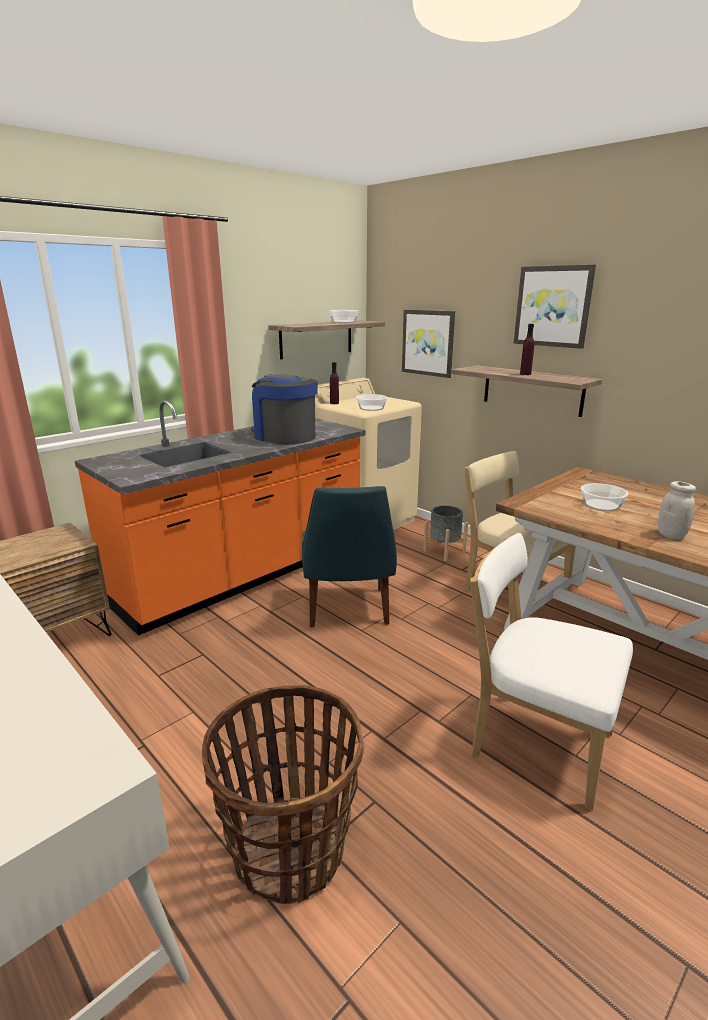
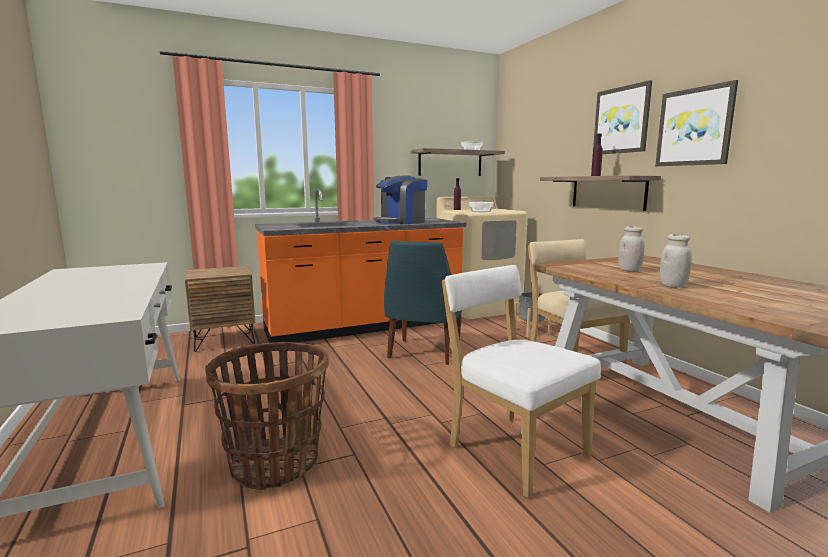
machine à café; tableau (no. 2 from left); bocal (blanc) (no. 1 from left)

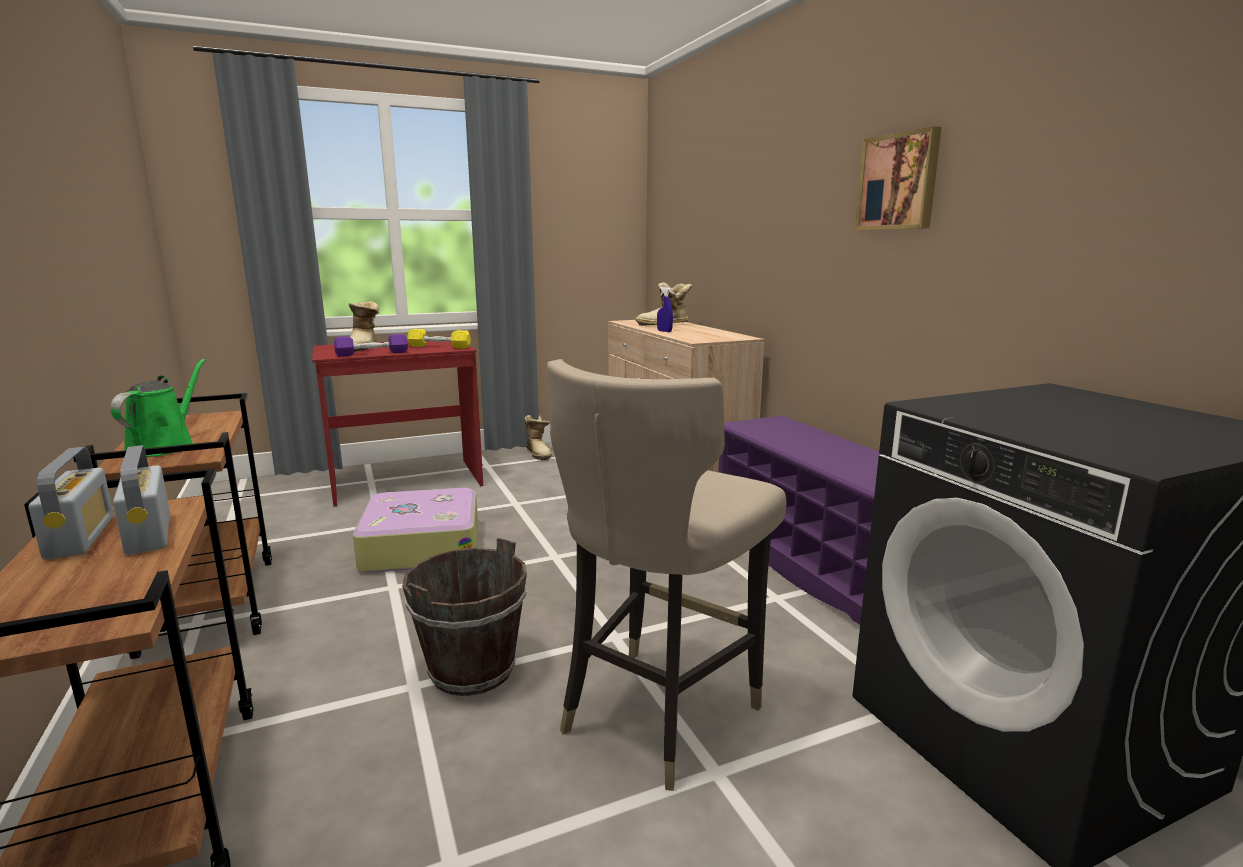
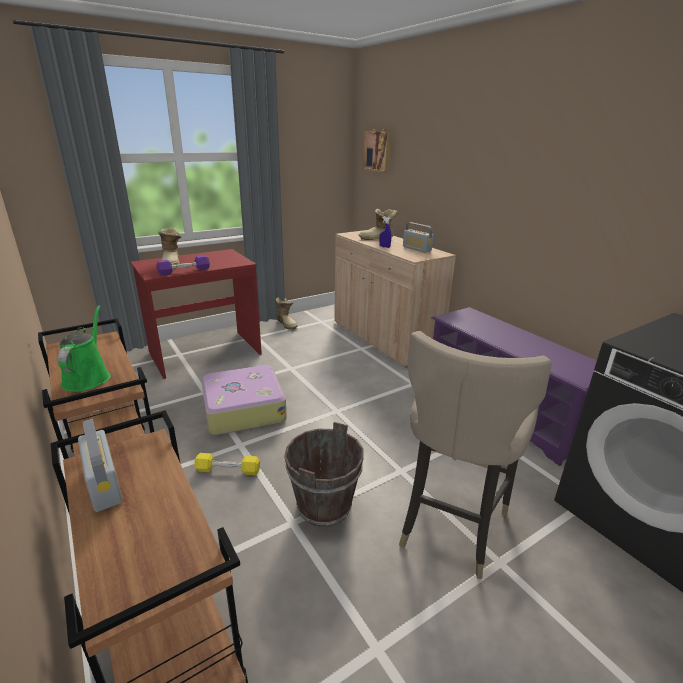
radio (no. 2 from left); haltère (jaune); tableau

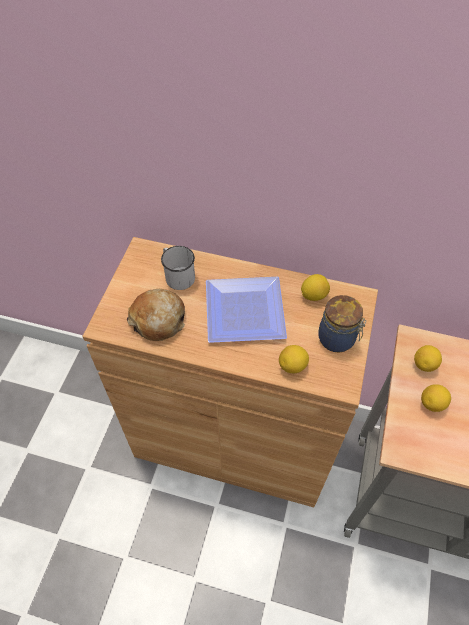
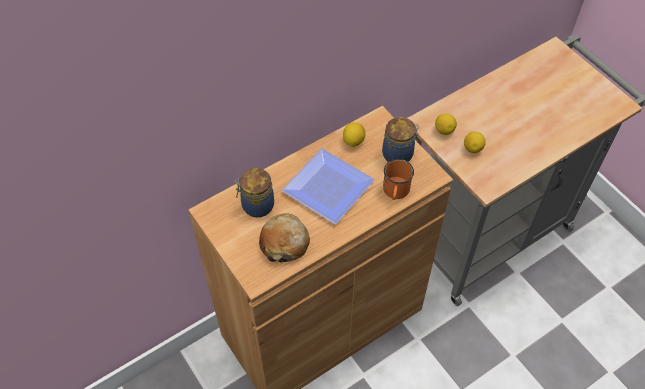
bocal (no. 1 from left); mug (orange)

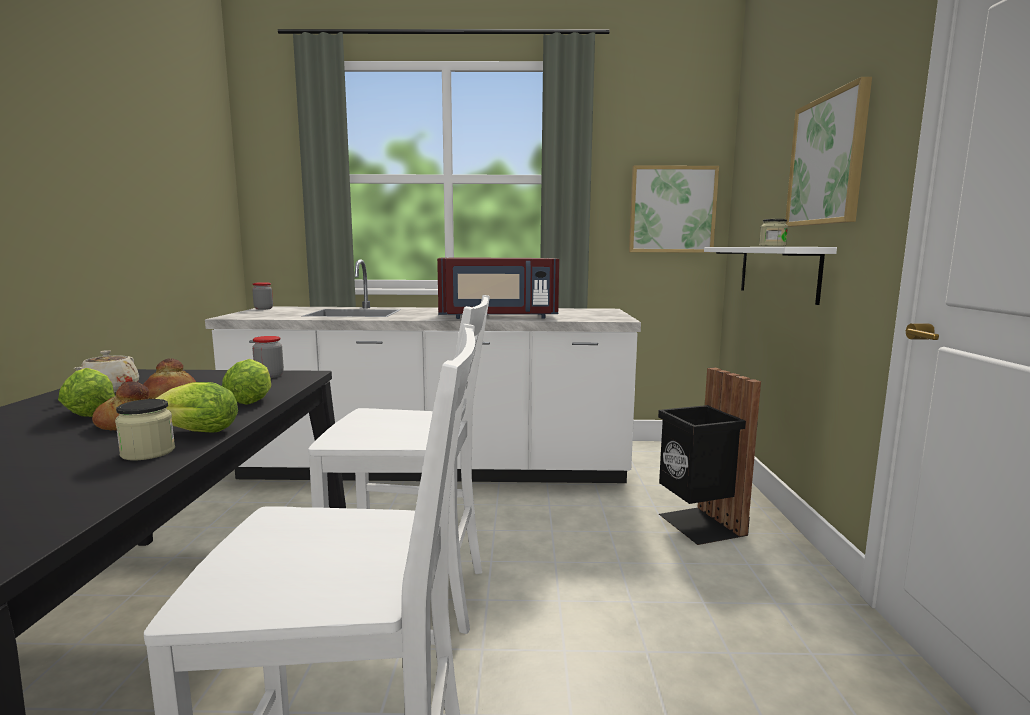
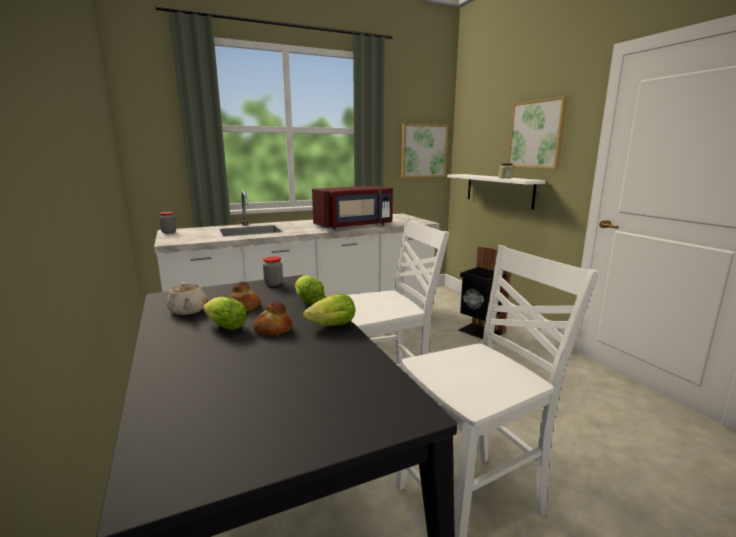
bocal (no. 1 from left in the first image)

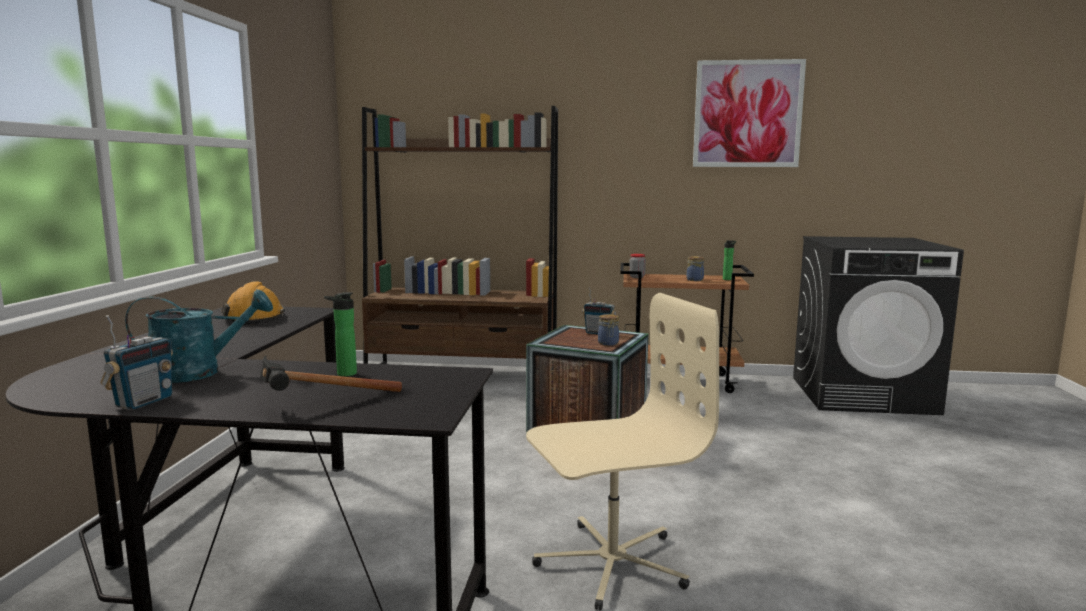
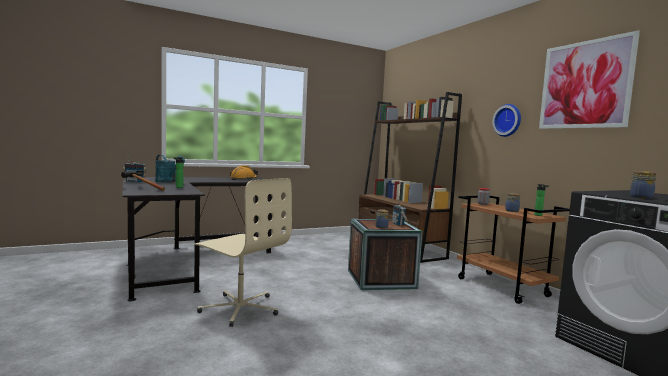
horloge murale; bocal (no. 4 from left)

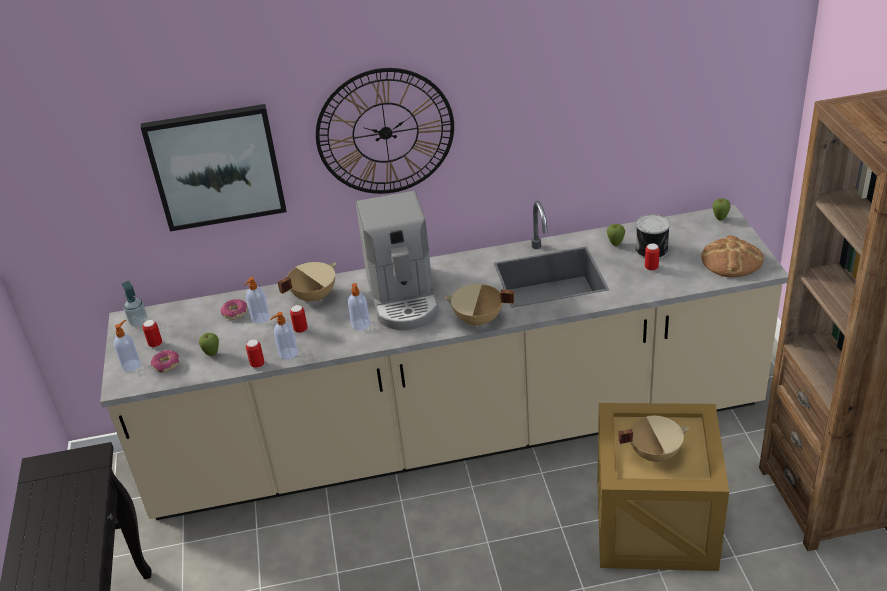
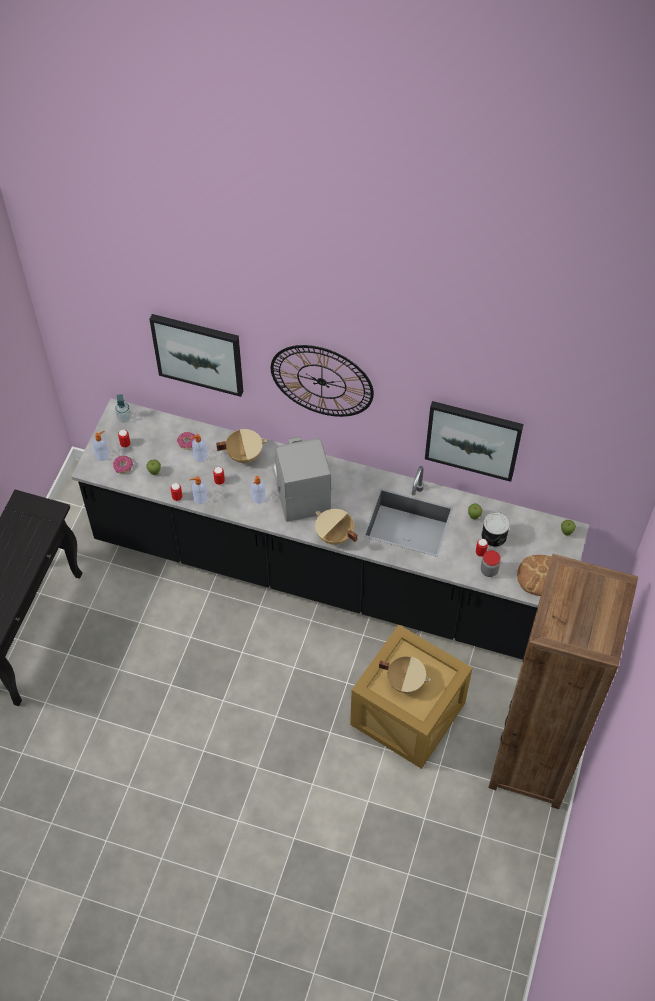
comptoir de cuisine (noir); machine à café; tableau (no. 2 from left); bocal

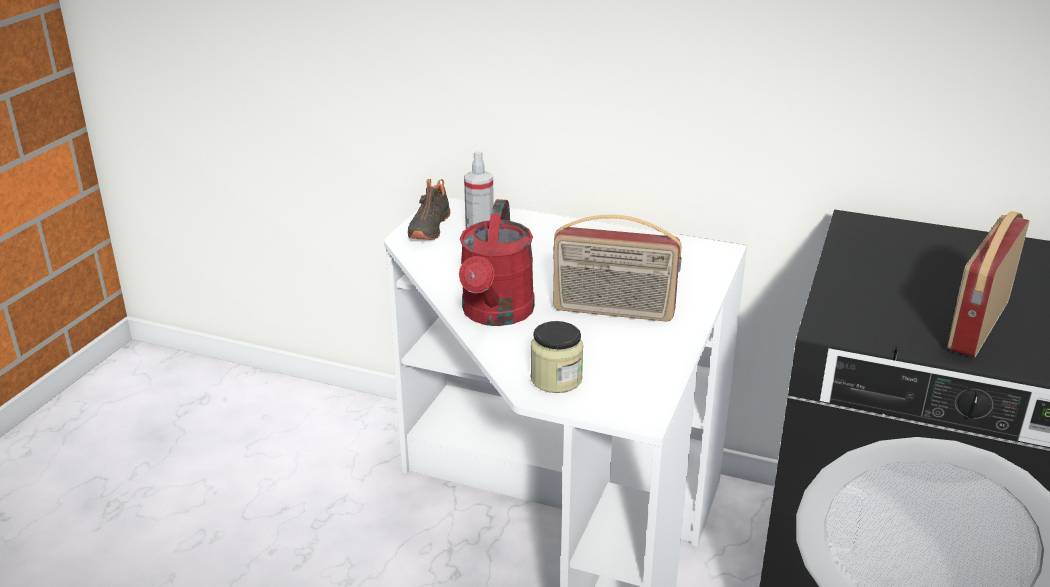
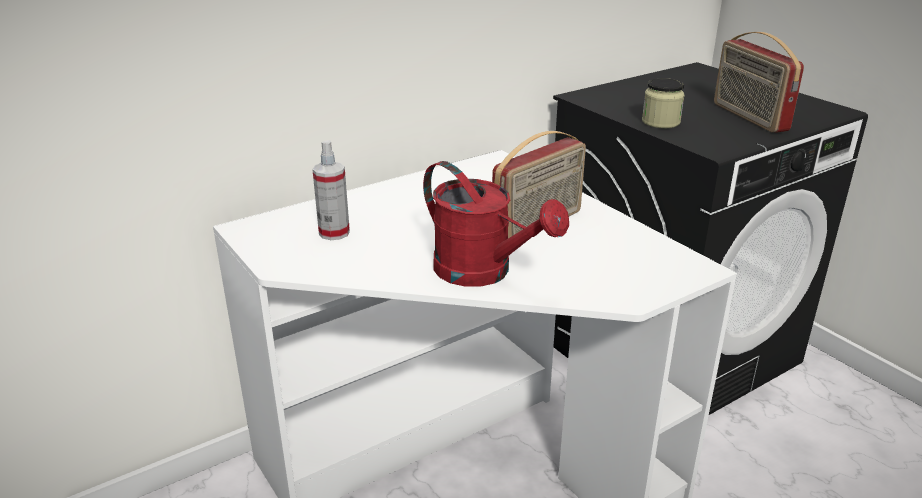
chaussure (noir); bocal

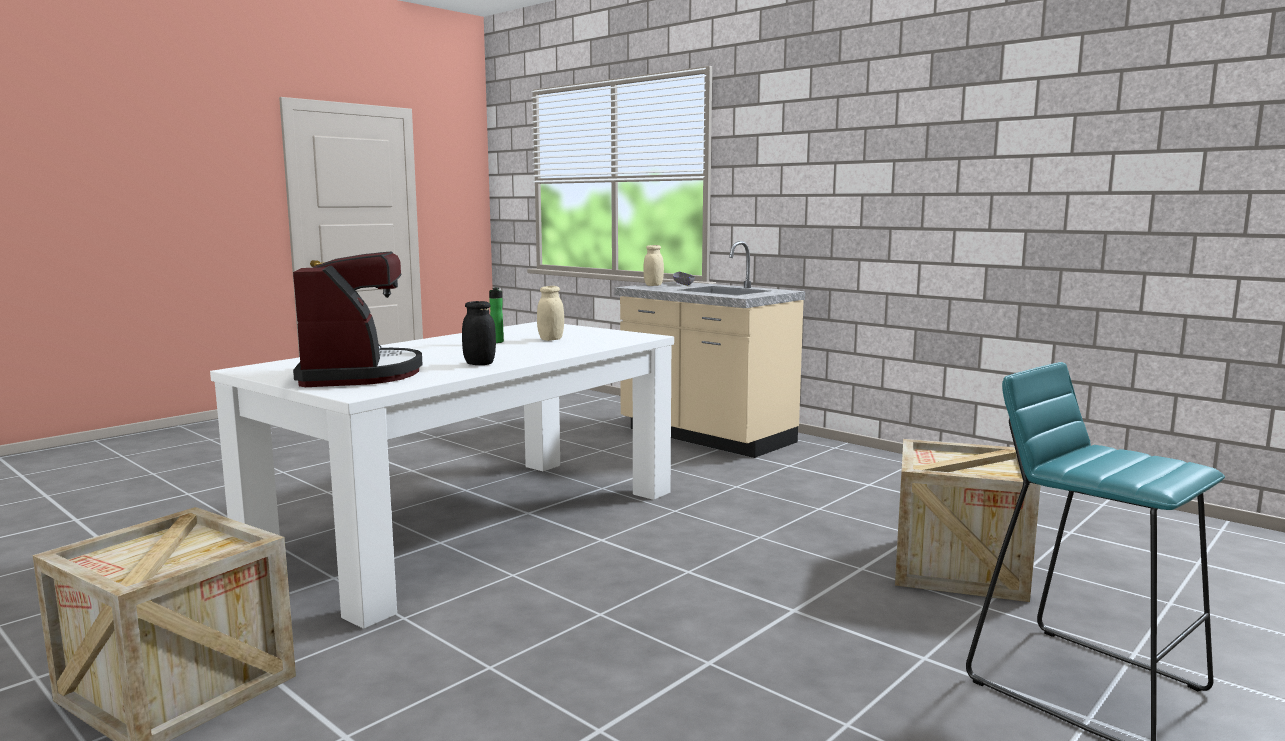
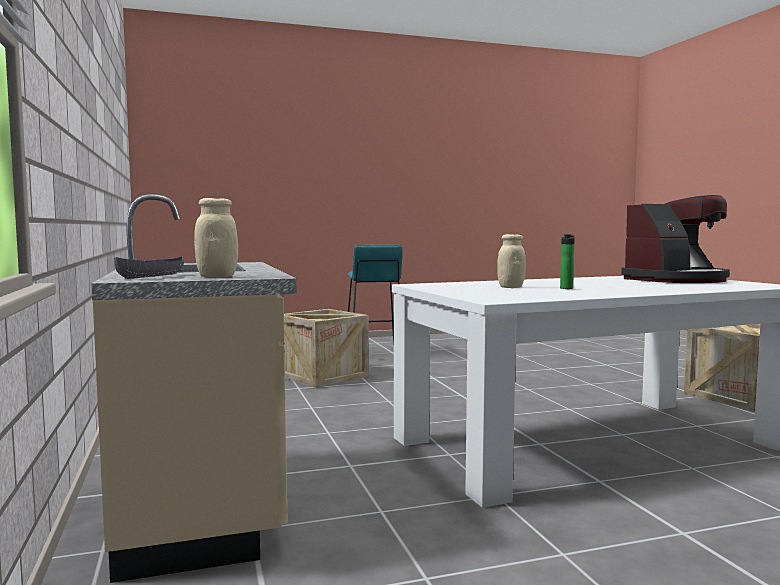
machine à café; bocal (noir)

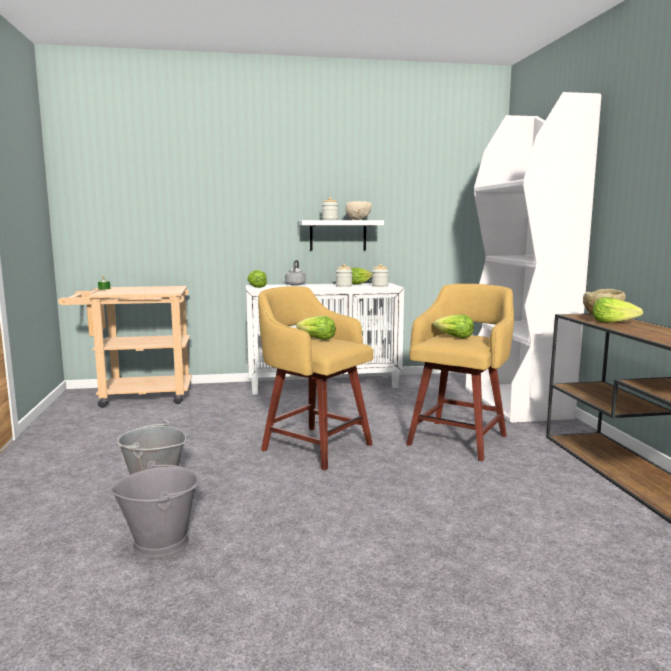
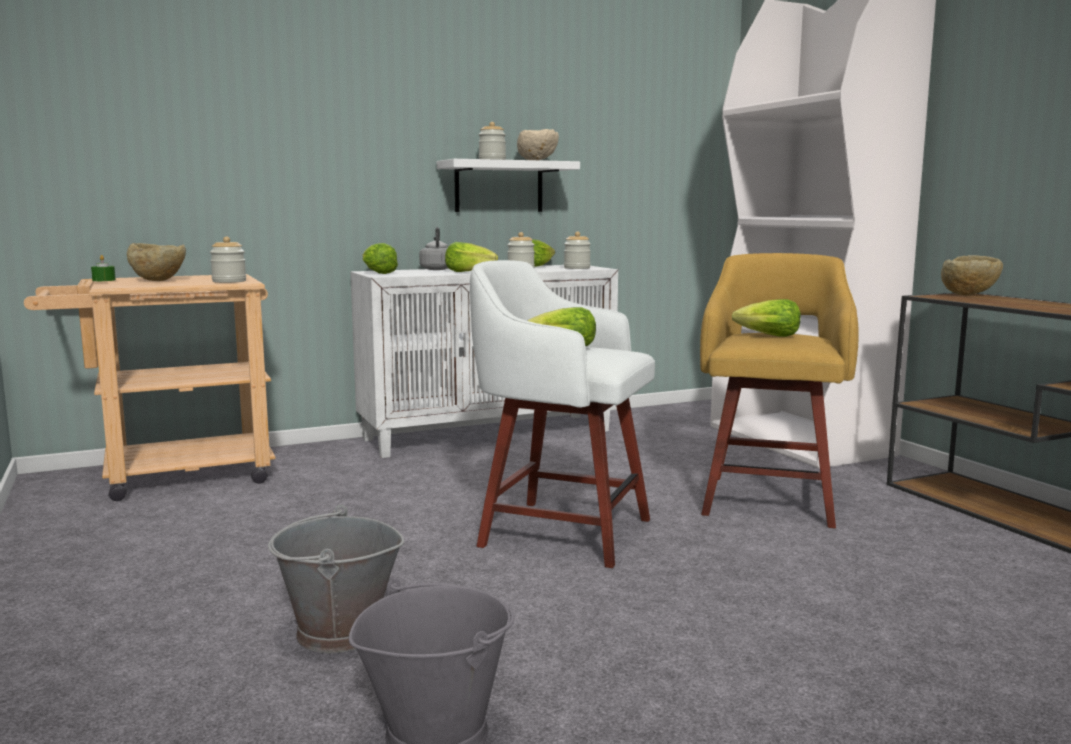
tabouret (blanc); laitue (no. 2 from left); bol (beige) (no. 1 from left); bocal (no. 1 from left)

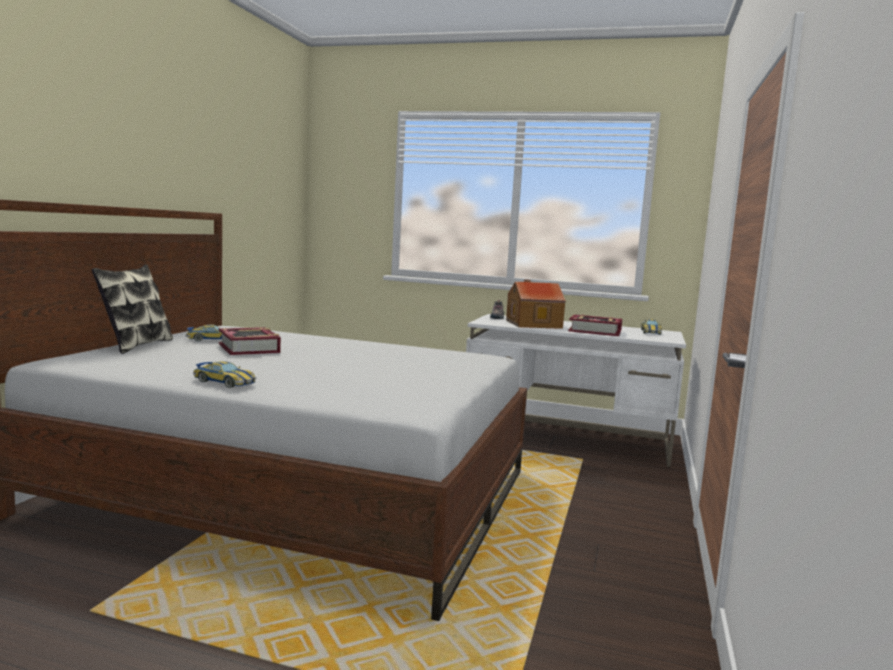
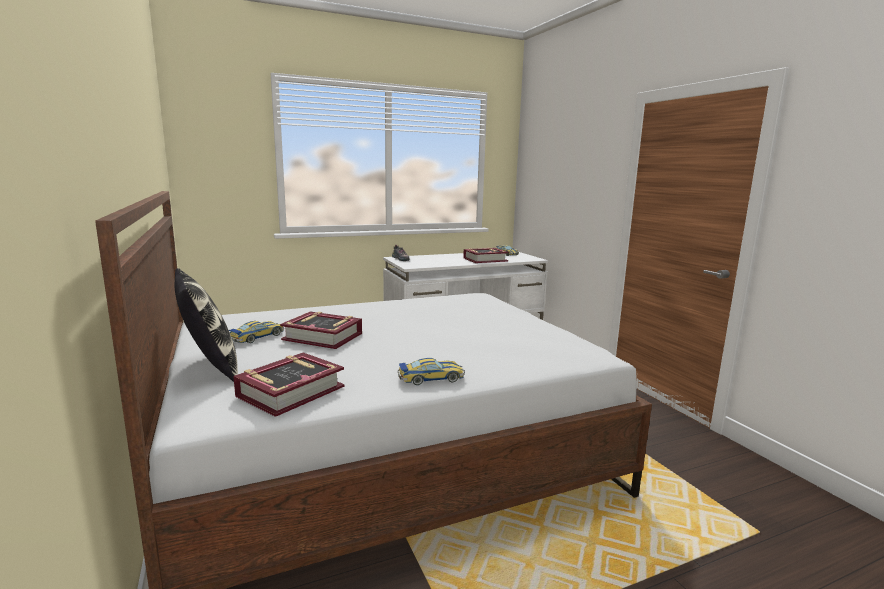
maison miniature; livre (no. 1 from left)

